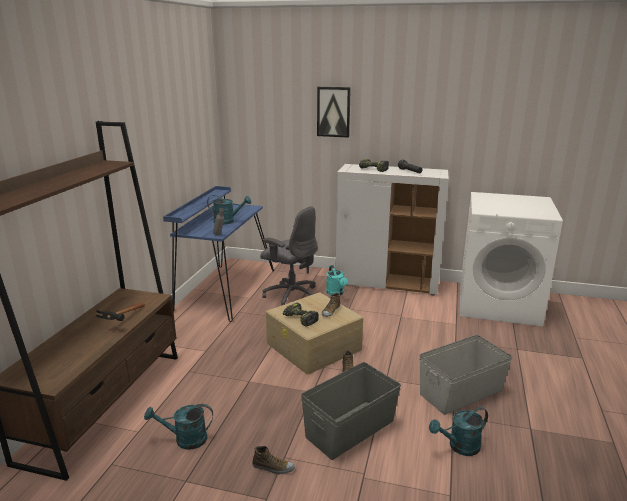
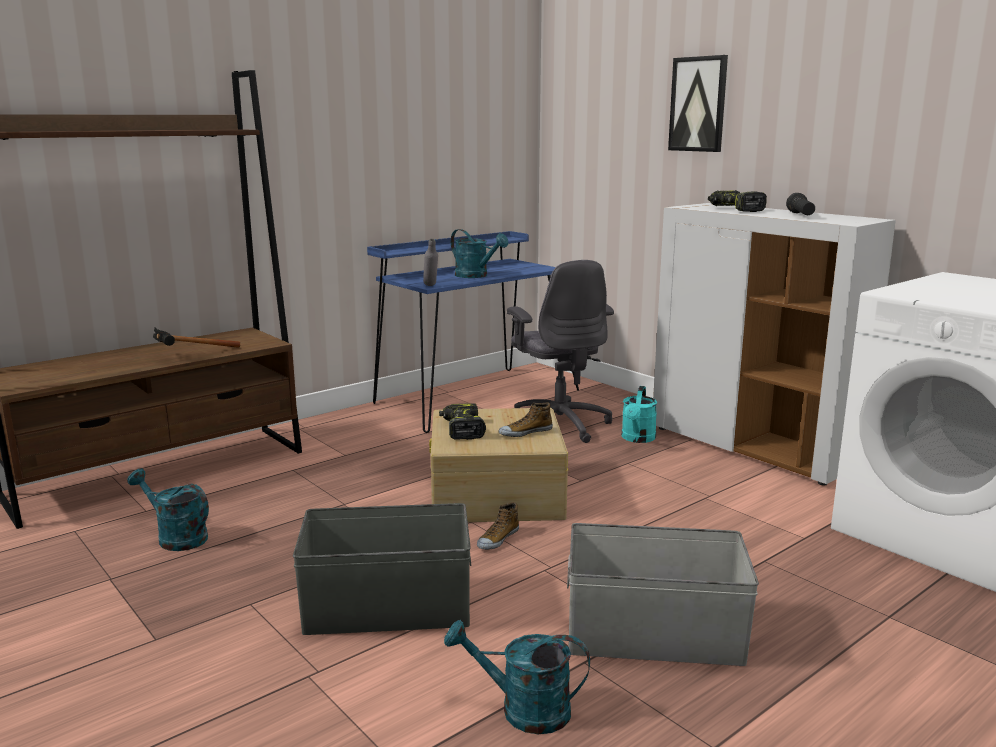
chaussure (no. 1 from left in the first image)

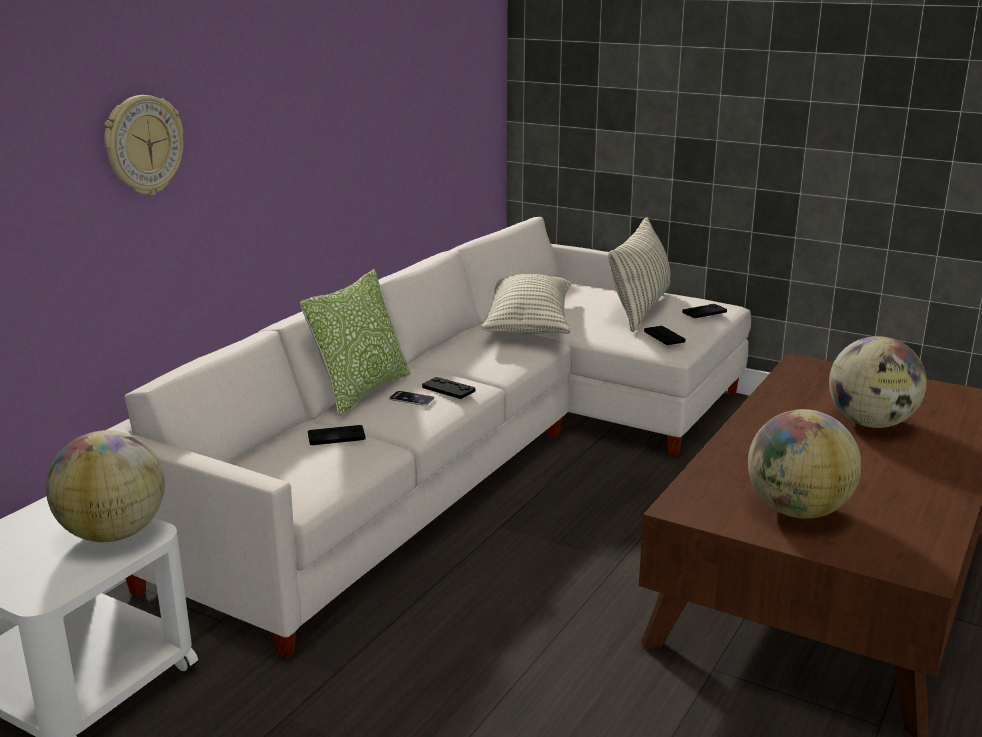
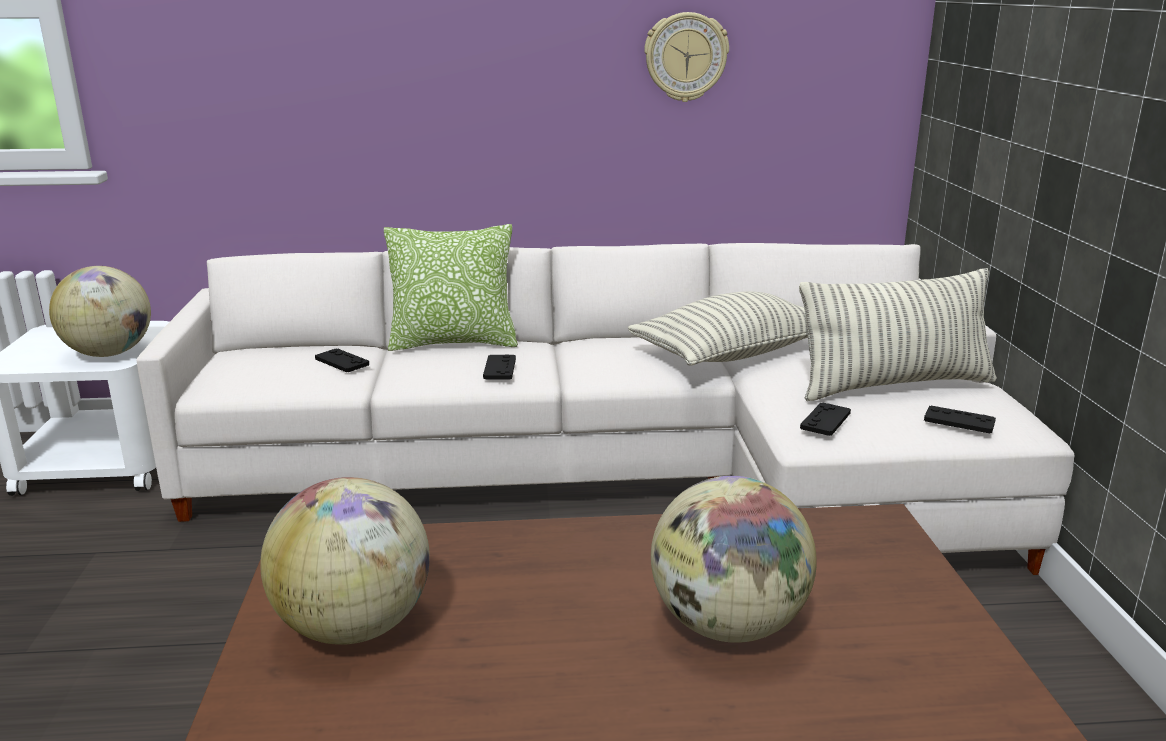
horloge murale; téléphone

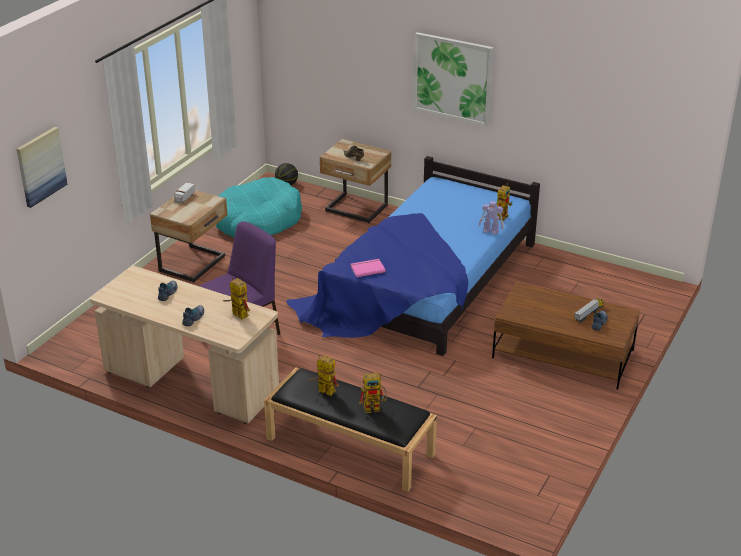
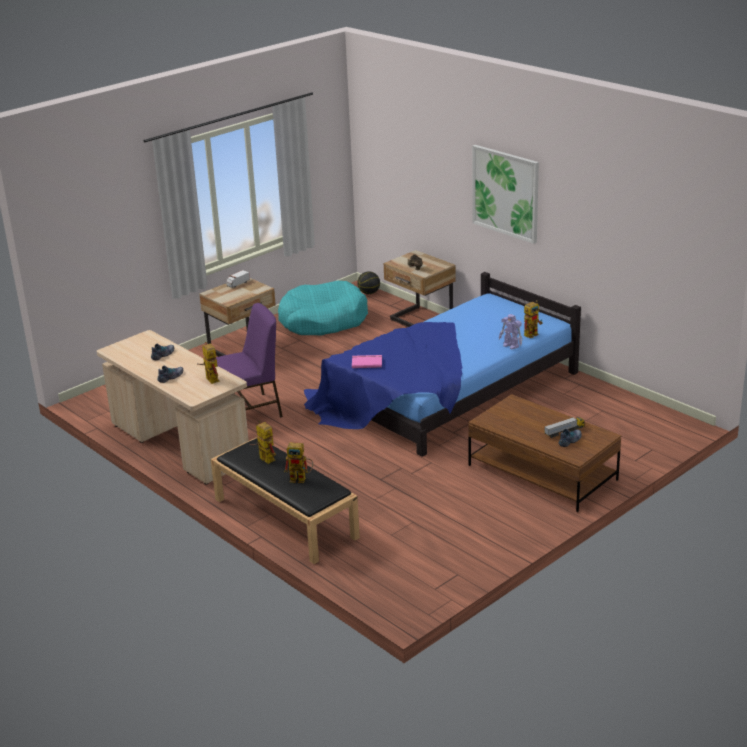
tableau (no. 1 from left in the first image)

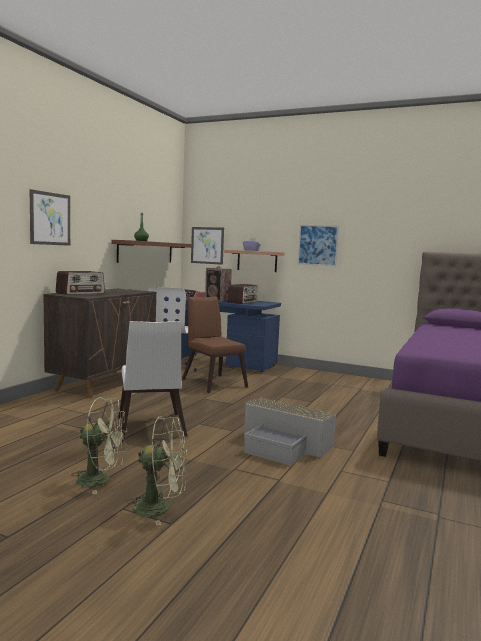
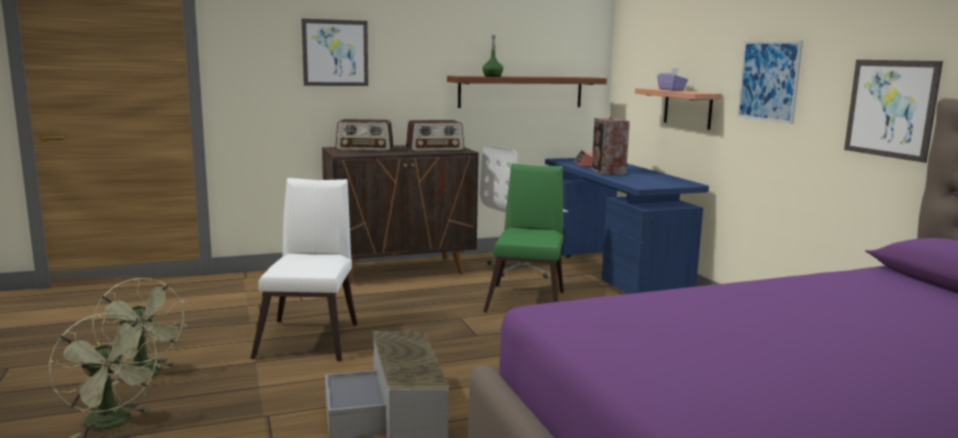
chaise (blanc); chaise (vert); tableau (no. 3 from left); radio (no. 2 from left)

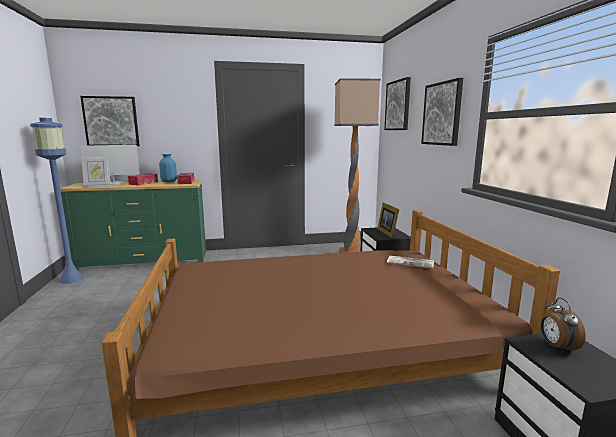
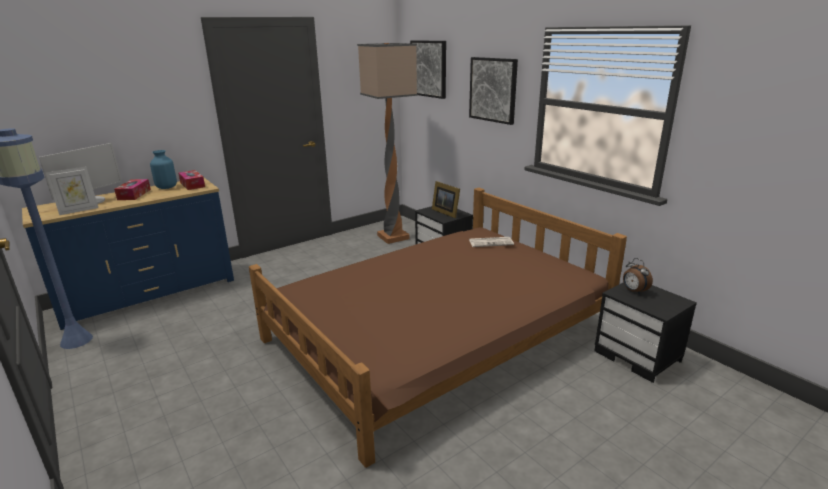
commode (bleu); tableau (no. 1 from left in the first image)

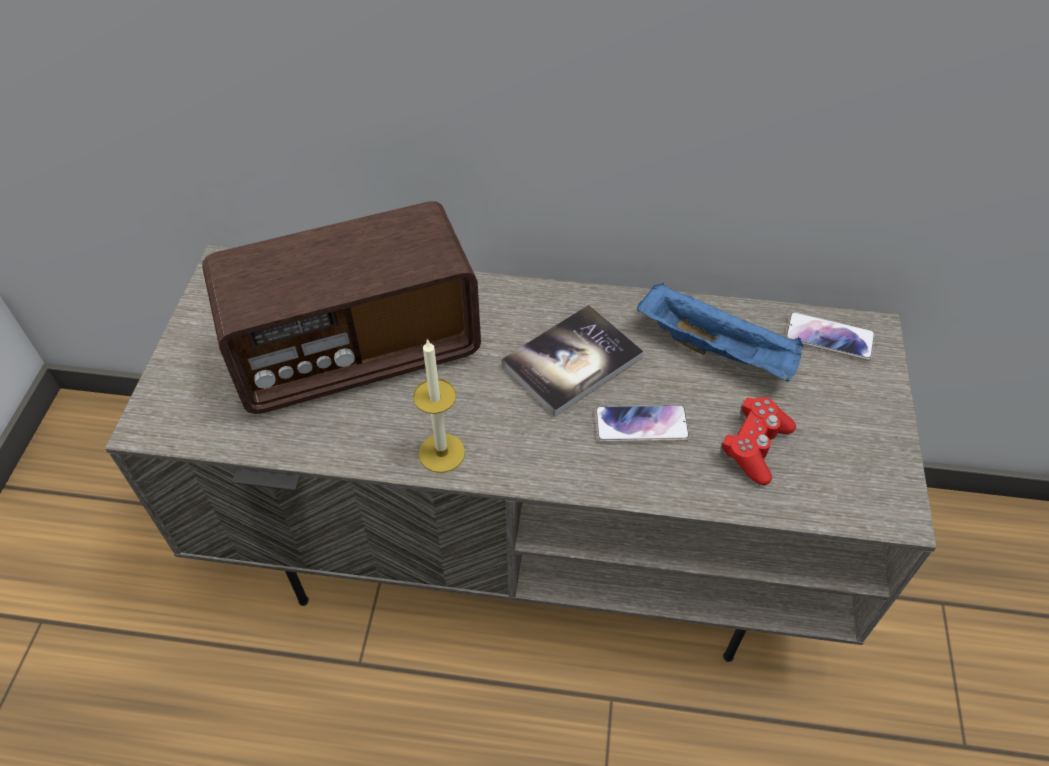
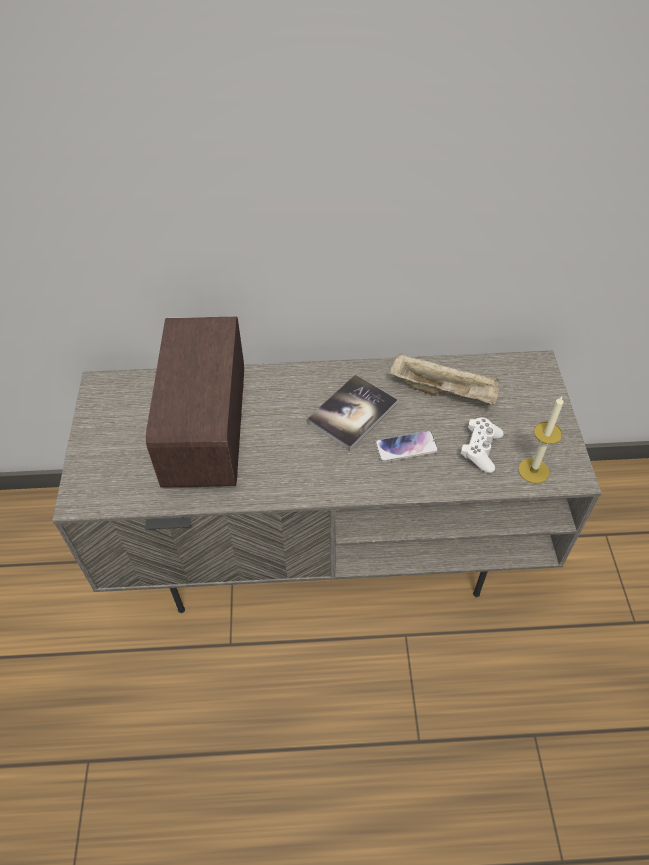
radio; bougie; plateau (beige); manette (blanc); téléphone (no. 2 from left in the first image)

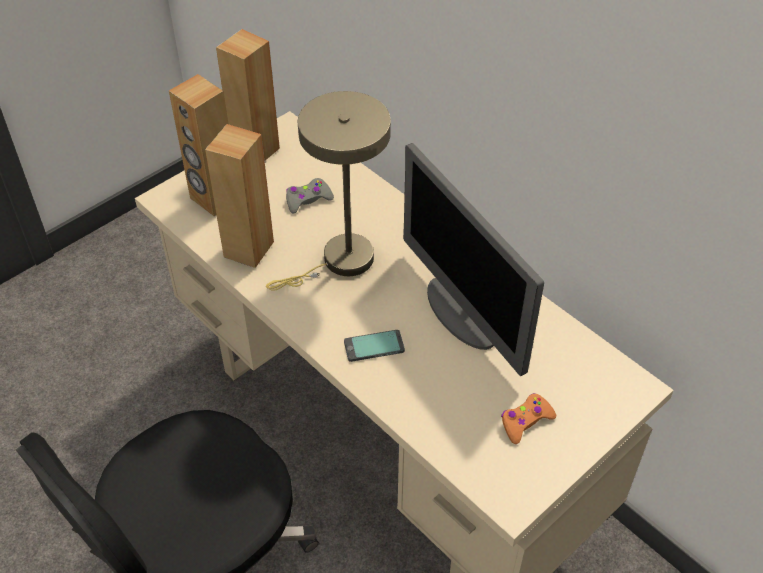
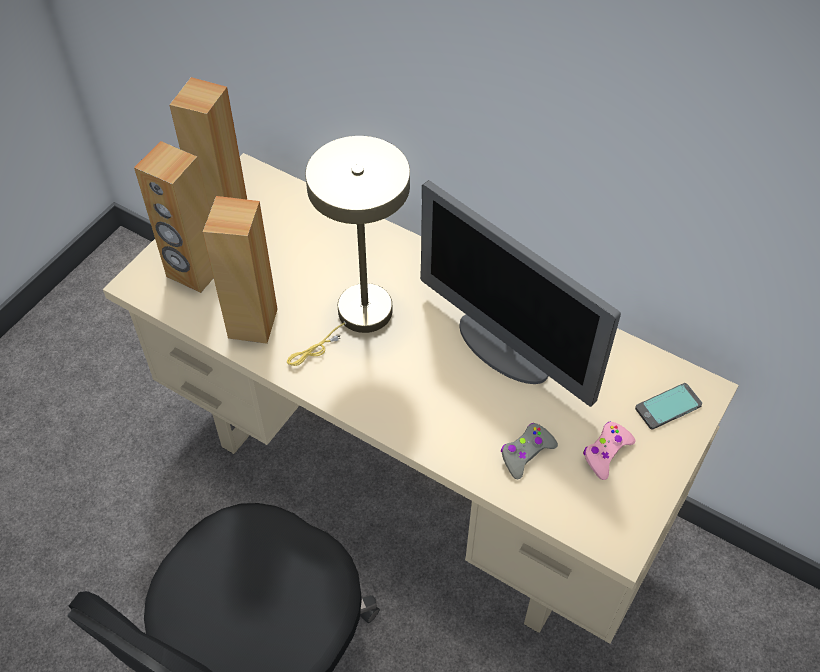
manette (gris); téléphone; manette (rose)

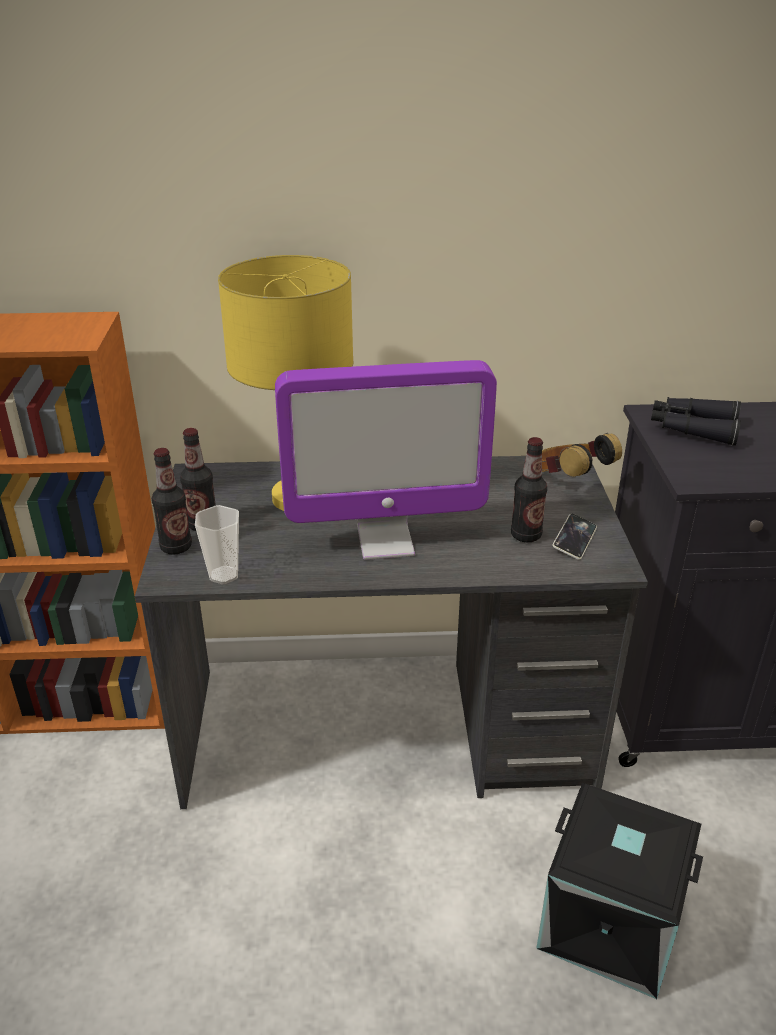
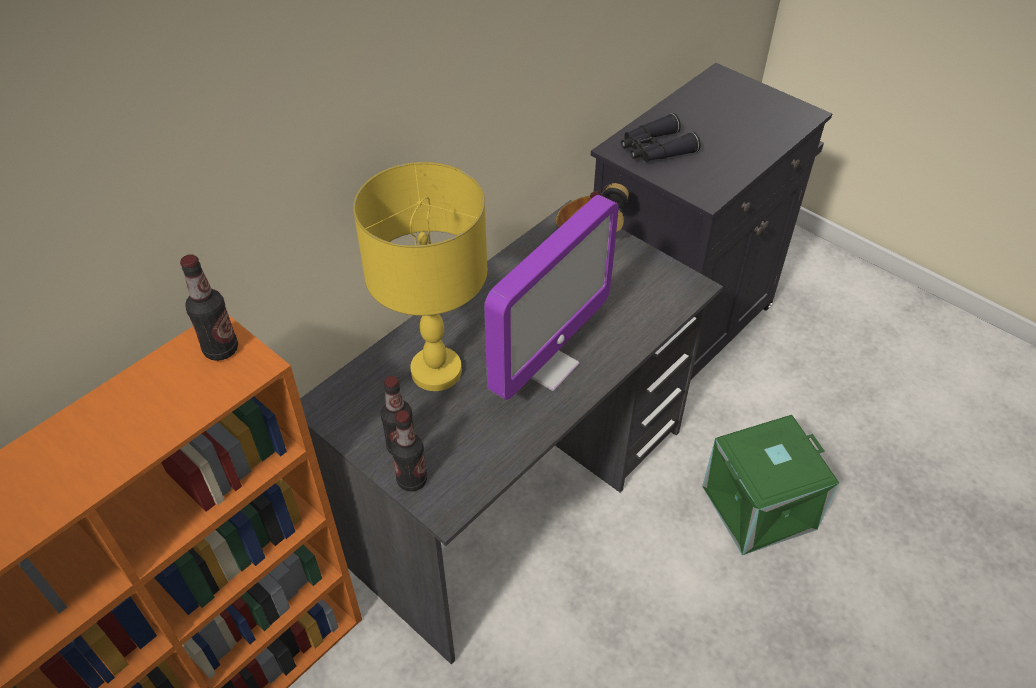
tasse; bouteille (no. 1 from left); boîte de rangement (vert); téléphone

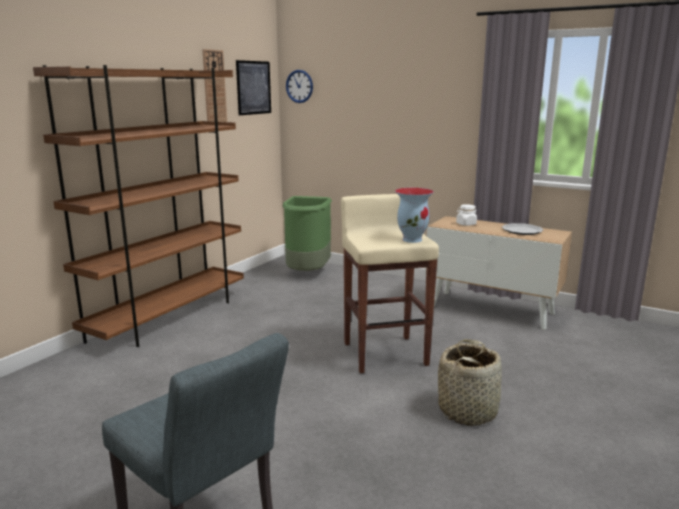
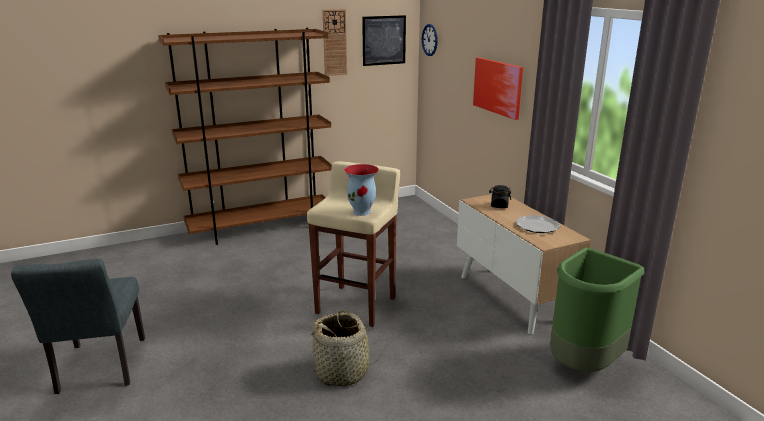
poubelle (vert); bocal (noir); tableau (no. 2 from left)

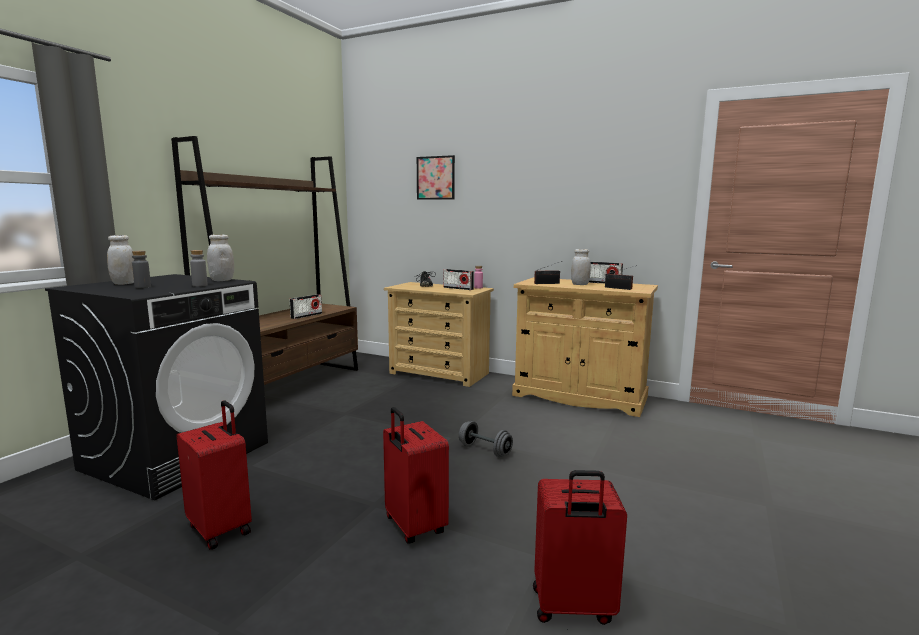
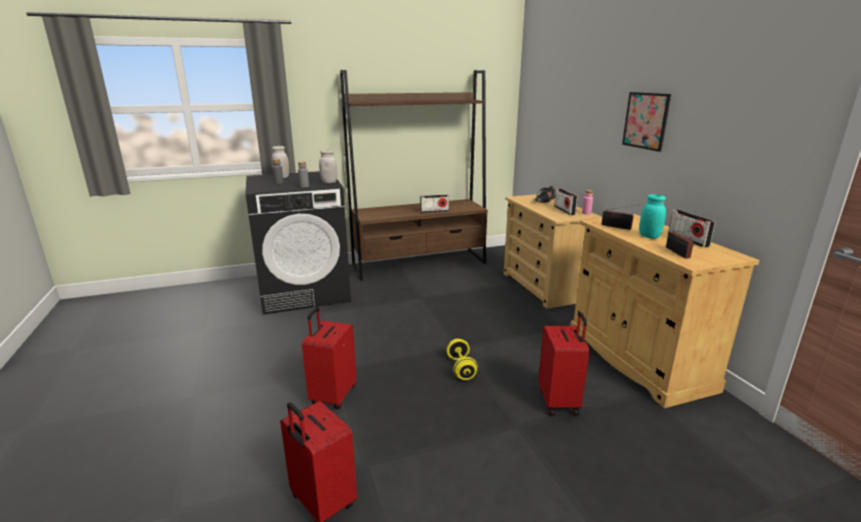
valise (rouge) (no. 3 from left); tableau; haltère (jaune); bocal (turquoise)

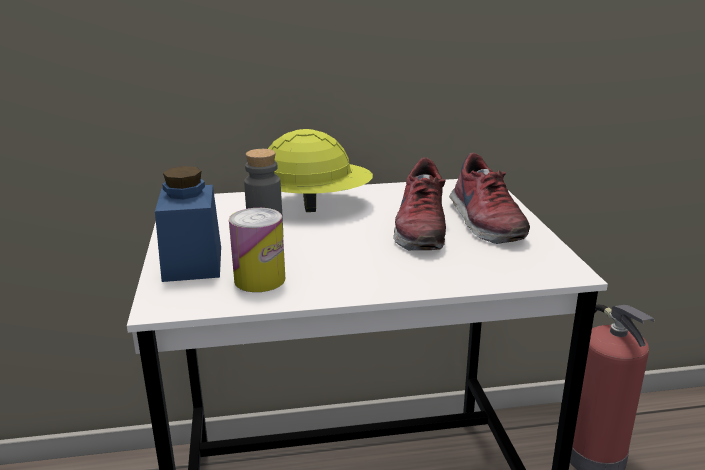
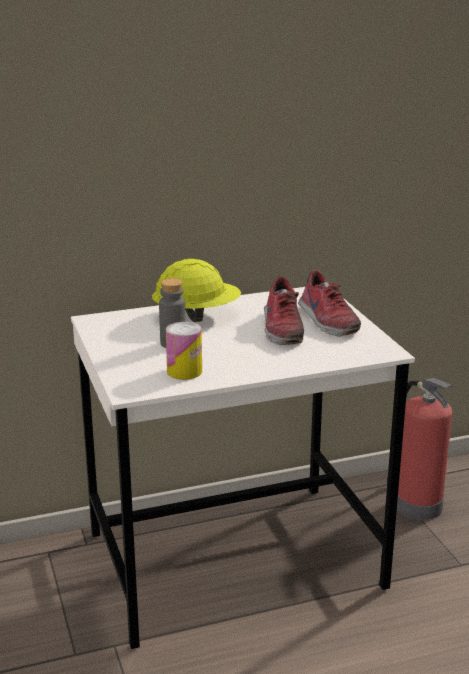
bocal (bleu)

